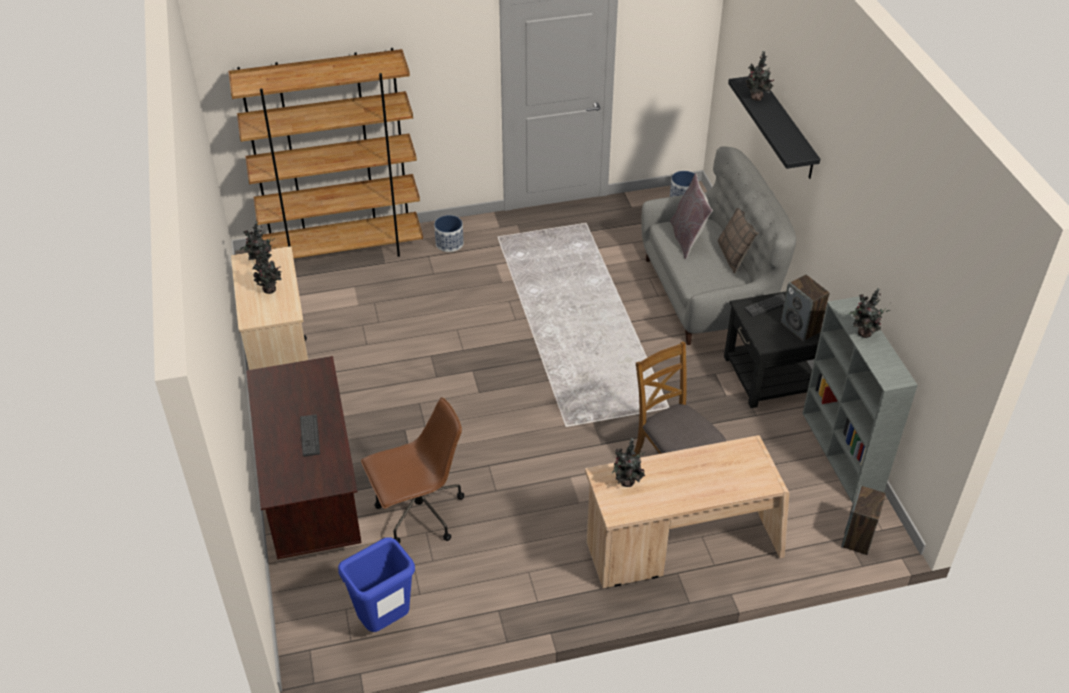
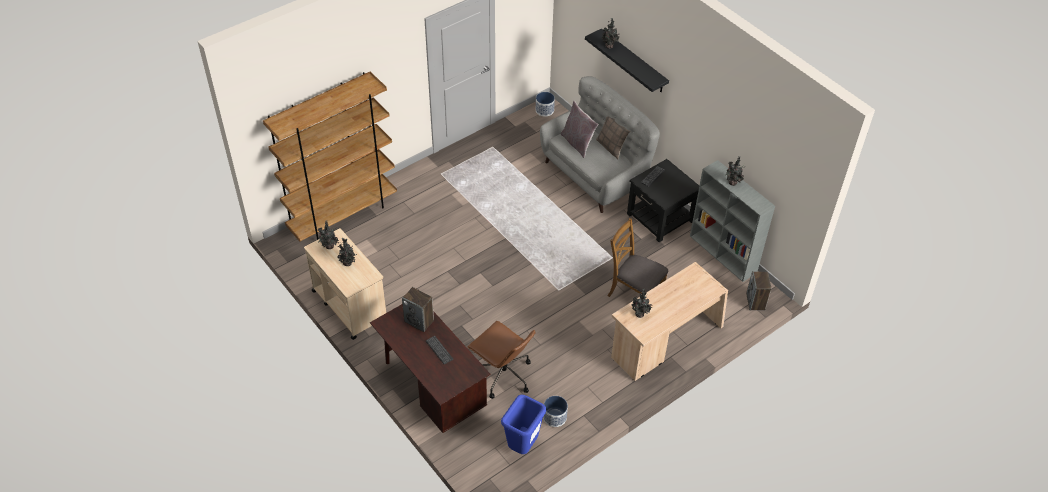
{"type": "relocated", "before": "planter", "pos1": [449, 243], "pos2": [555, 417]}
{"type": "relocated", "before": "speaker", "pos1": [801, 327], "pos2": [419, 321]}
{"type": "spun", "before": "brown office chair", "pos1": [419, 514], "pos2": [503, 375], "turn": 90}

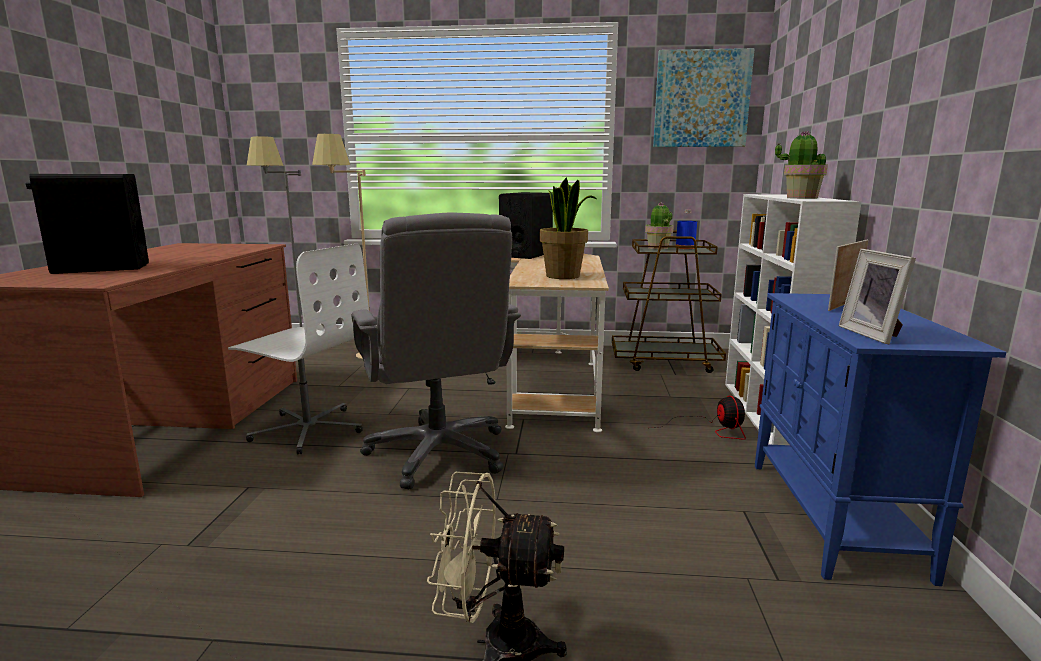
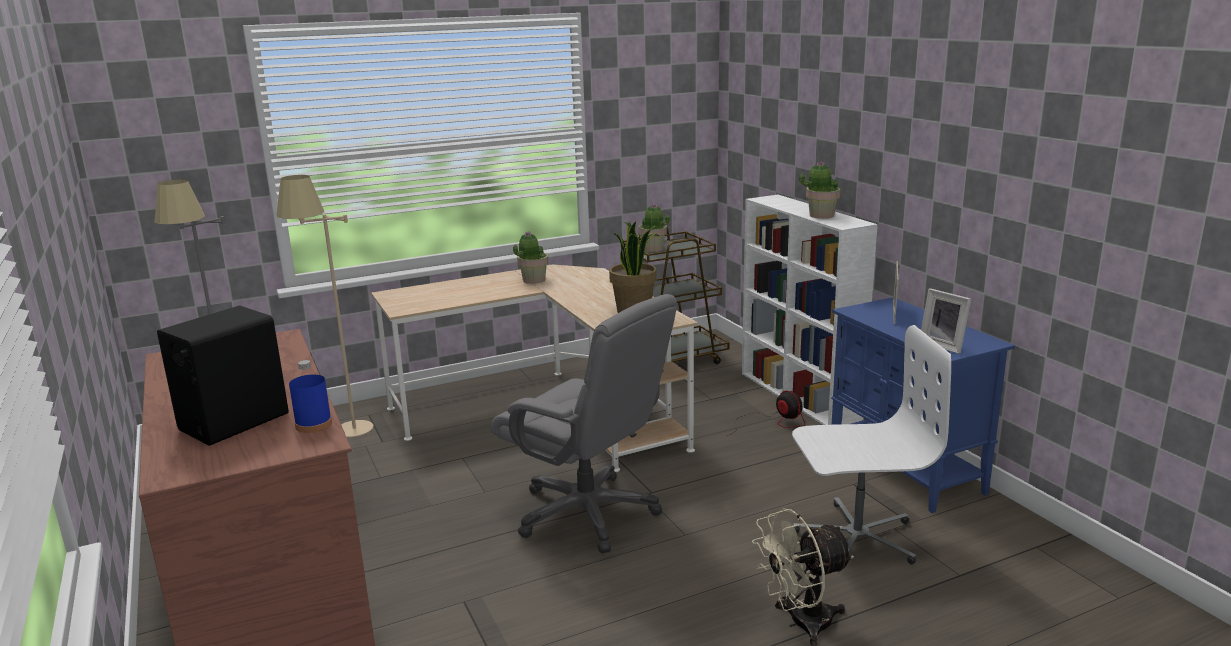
{"type": "missing", "before": "picture", "pos1": [701, 99]}
{"type": "relocated", "before": "white office chair", "pos1": [308, 429], "pos2": [856, 537]}
{"type": "relocated", "before": "blue bottle", "pos1": [685, 248], "pos2": [313, 424]}
{"type": "exchanged", "before": "black speaker", "after": "potted plant", "pos1": [526, 255], "pos2": [533, 280]}

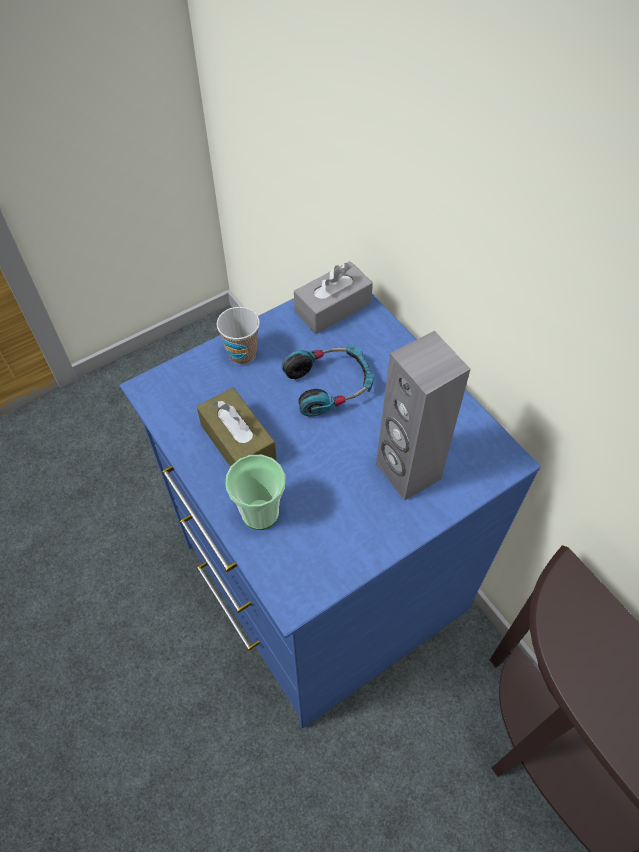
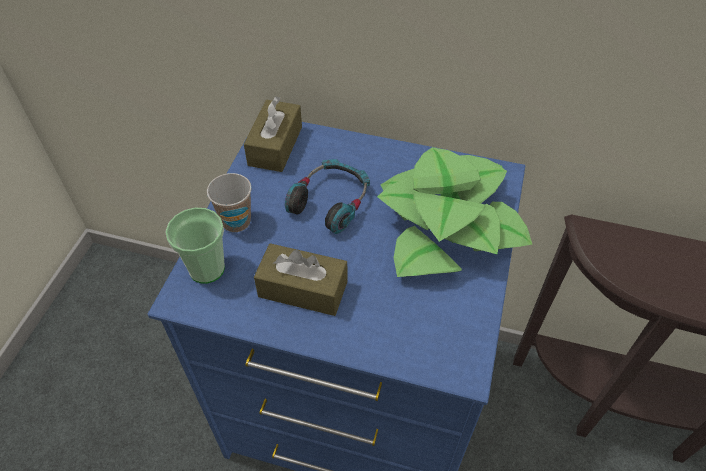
{"type": "relocated", "before": "cup", "pos1": [260, 513], "pos2": [207, 269]}
{"type": "exchanged", "before": "grey speaker", "after": "potted plant", "pos1": [407, 472], "pos2": [448, 224]}
{"type": "colour", "before": "grey tissue box", "after": "brown tissue box", "pos1": [333, 307], "pos2": [275, 146]}

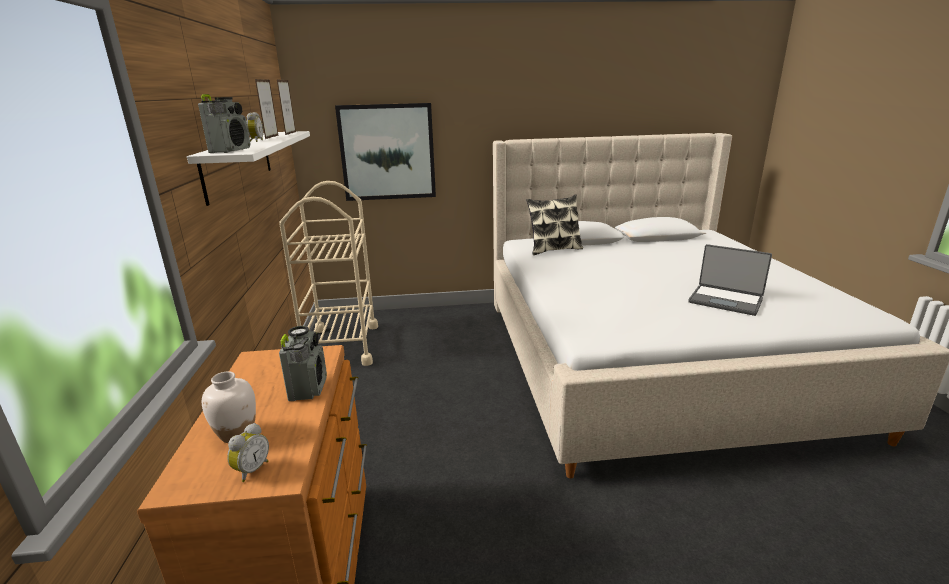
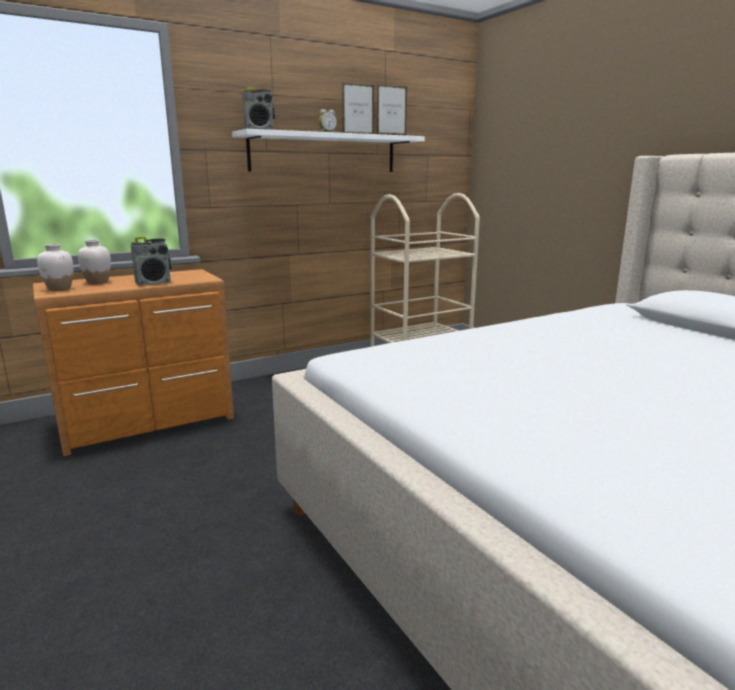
{"type": "missing", "before": "picture", "pos1": [387, 152]}
{"type": "missing", "before": "pillow", "pos1": [554, 249]}
{"type": "missing", "before": "laptop", "pos1": [725, 300]}
{"type": "exchanged", "before": "alarm clock", "after": "white vase", "pos1": [251, 470], "pos2": [60, 289]}

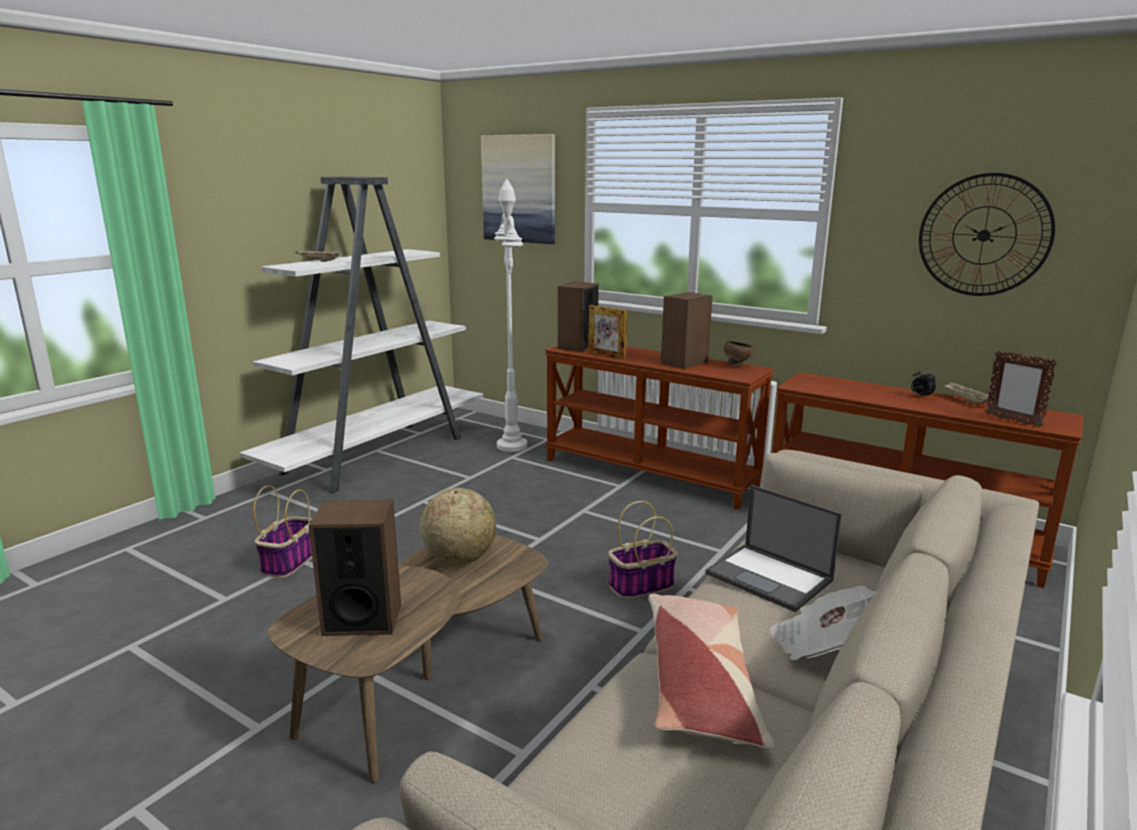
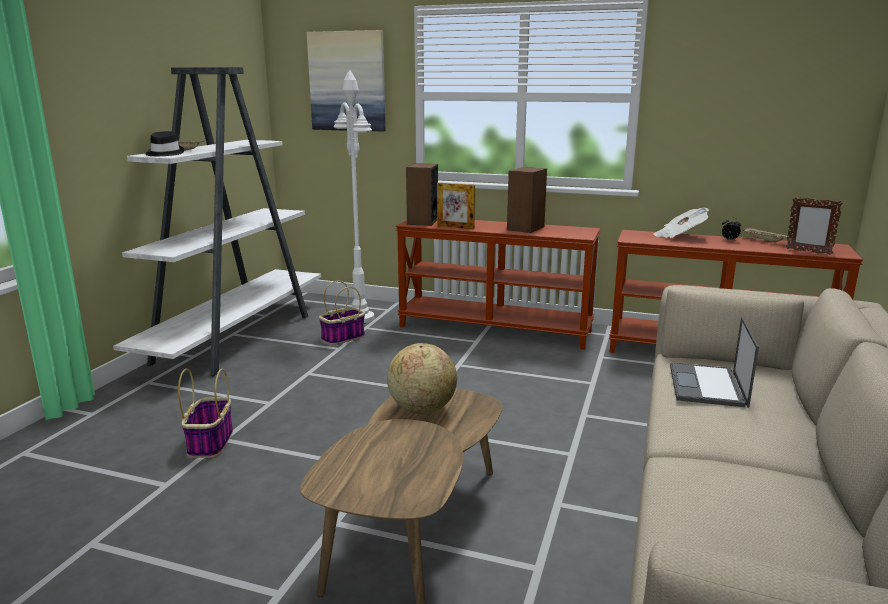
{"type": "missing", "before": "speaker", "pos1": [362, 619]}
{"type": "missing", "before": "pillow", "pos1": [700, 682]}
{"type": "missing", "before": "brown bowl", "pos1": [736, 366]}
{"type": "missing", "before": "wall clock", "pos1": [984, 235]}
{"type": "appeared", "after": "black hat", "pos2": [164, 154]}
{"type": "relocated", "before": "basket", "pos1": [641, 586], "pos2": [343, 338]}
{"type": "relocated", "before": "newspaper", "pos1": [823, 646], "pos2": [679, 236]}
{"type": "spun", "before": "laptop", "pos1": [770, 577], "pos2": [707, 386], "turn": 75}

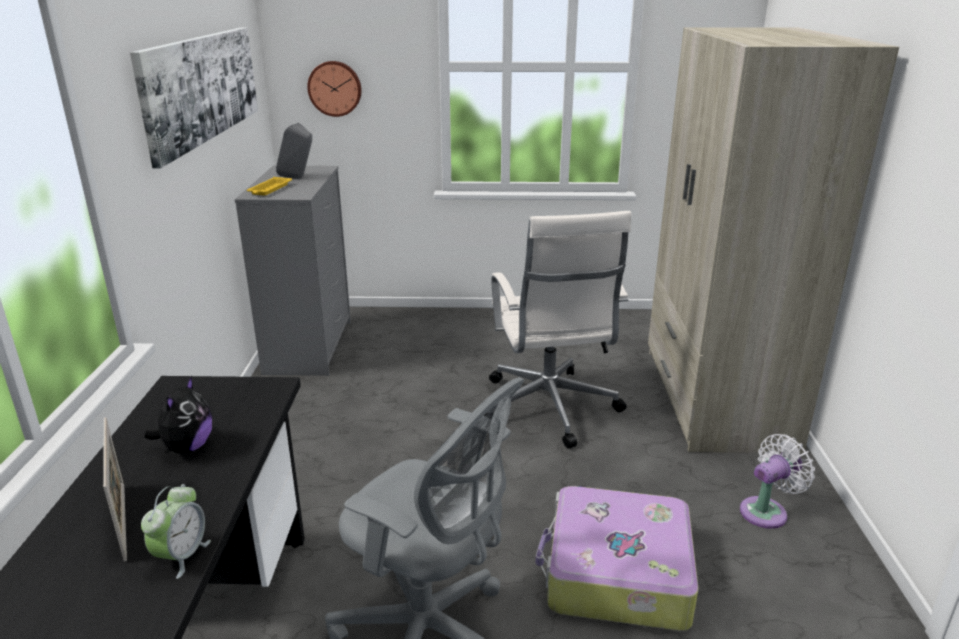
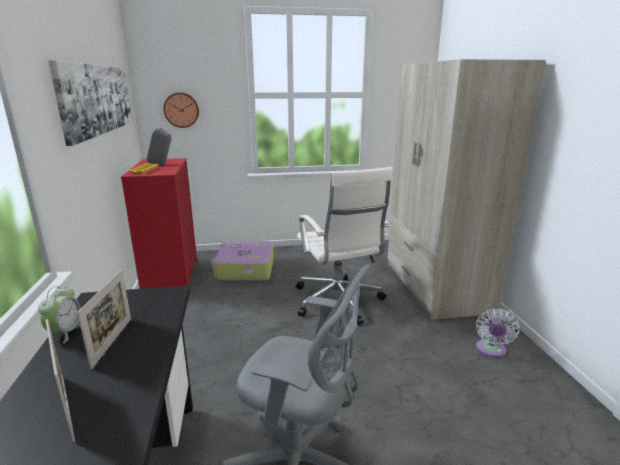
{"type": "relocated", "before": "alarm clock", "pos1": [181, 556], "pos2": [66, 332]}
{"type": "relocated", "before": "suitcase", "pos1": [616, 573], "pos2": [244, 269]}
{"type": "exchanged", "before": "plush toy", "after": "picture frame", "pos1": [187, 447], "pos2": [112, 341]}
{"type": "colour", "before": "grey dresser", "after": "red dresser", "pos1": [309, 346], "pos2": [171, 277]}
{"type": "spun", "before": "white fan", "pos1": [767, 511], "pos2": [491, 350], "turn": 150}

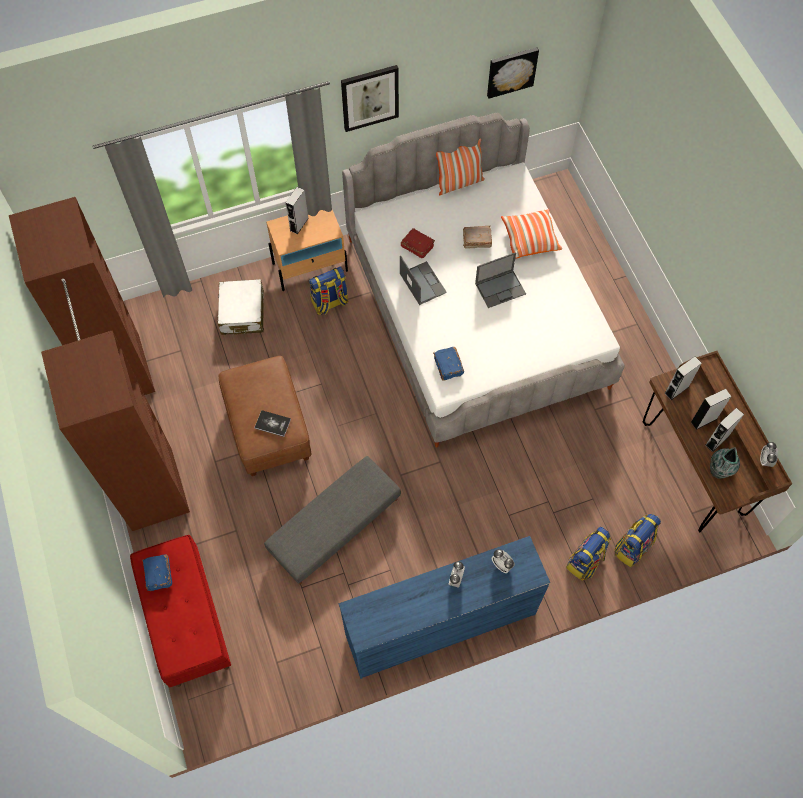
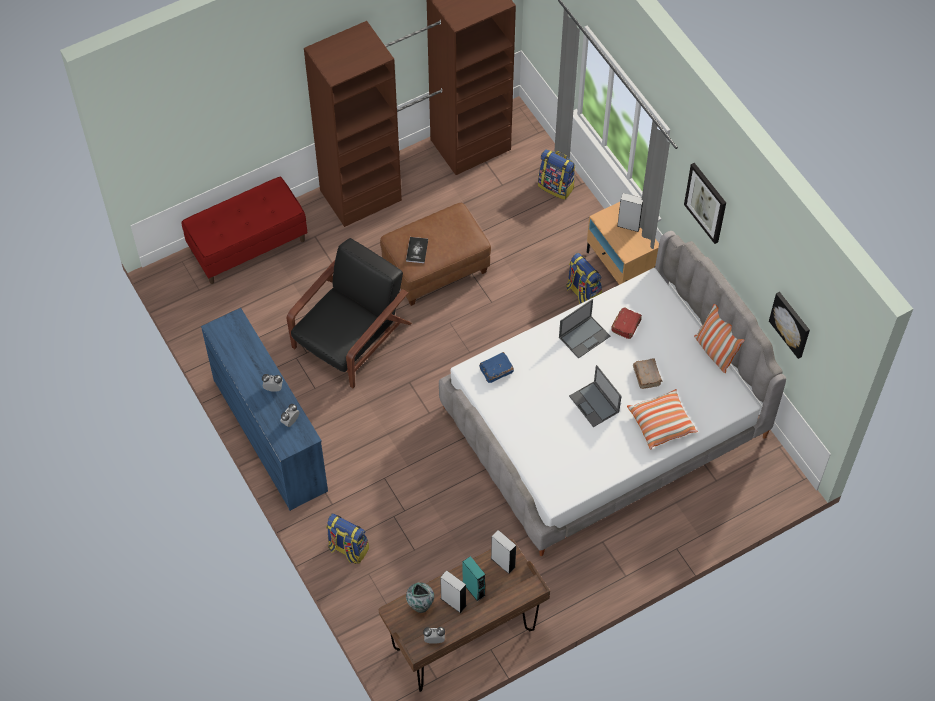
{"type": "missing", "before": "blue book", "pos1": [158, 575]}
{"type": "missing", "before": "white suitcase", "pos1": [242, 313]}
{"type": "relocated", "before": "backpack", "pos1": [632, 547], "pos2": [556, 186]}
{"type": "exchanged", "before": "grey ottoman", "after": "black armchair", "pos1": [334, 525], "pos2": [350, 337]}
{"type": "colour", "before": "grey speaker", "after": "turquoise speaker", "pos1": [704, 420], "pos2": [473, 589]}

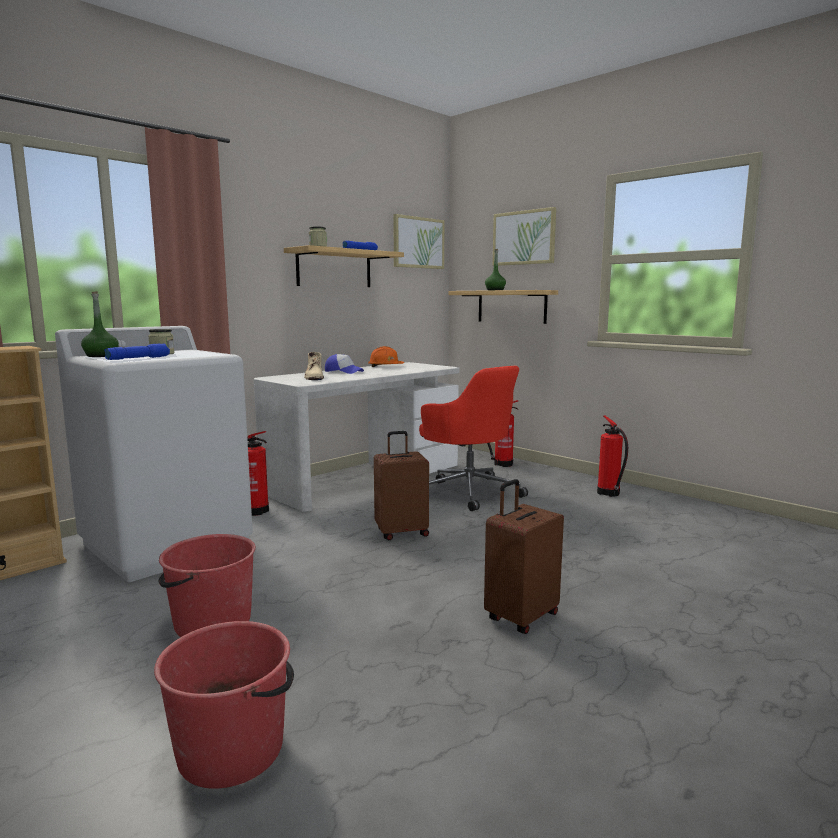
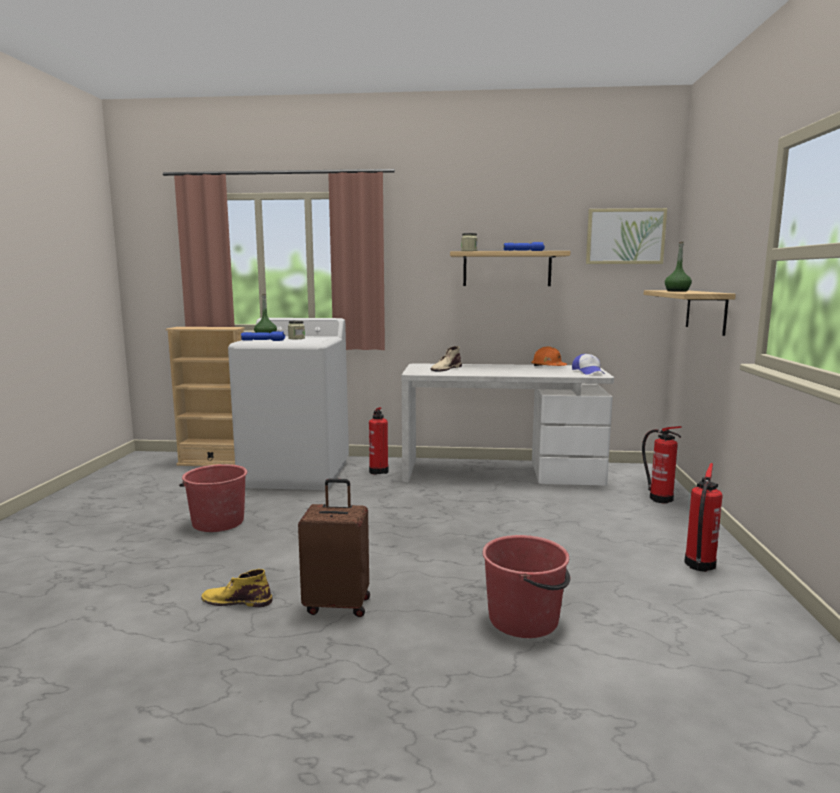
{"type": "missing", "before": "brown suitcase", "pos1": [401, 532]}
{"type": "missing", "before": "red office chair", "pos1": [469, 492]}
{"type": "missing", "before": "picture", "pos1": [524, 238]}
{"type": "appeared", "after": "yellow boot", "pos2": [236, 600]}
{"type": "relocated", "before": "red bucket", "pos1": [232, 749], "pos2": [524, 619]}
{"type": "relocated", "before": "cap", "pos1": [343, 372], "pos2": [588, 372]}

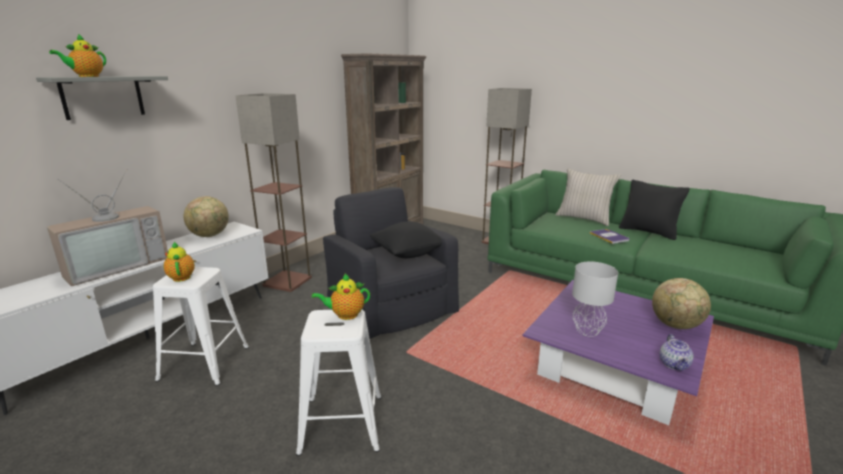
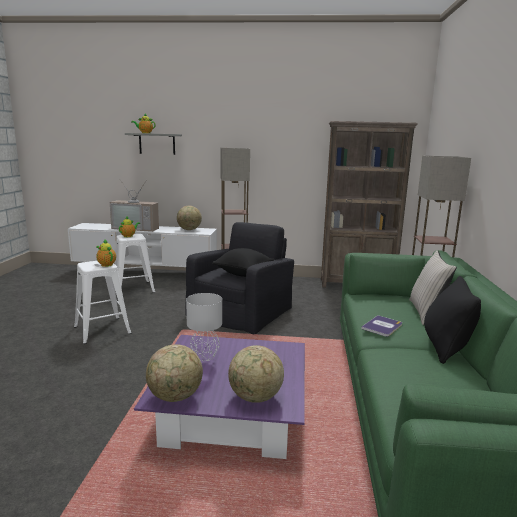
{"type": "exchanged", "before": "teapot", "after": "globe", "pos1": [674, 364], "pos2": [175, 397]}

